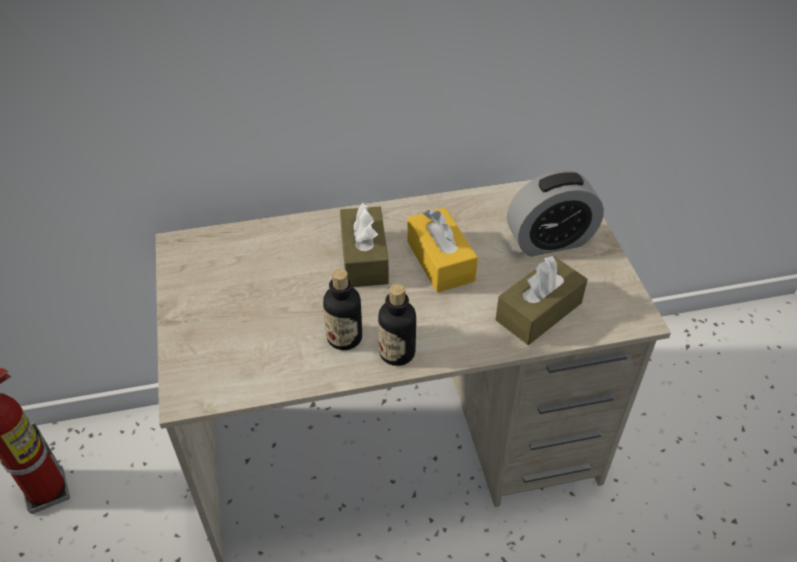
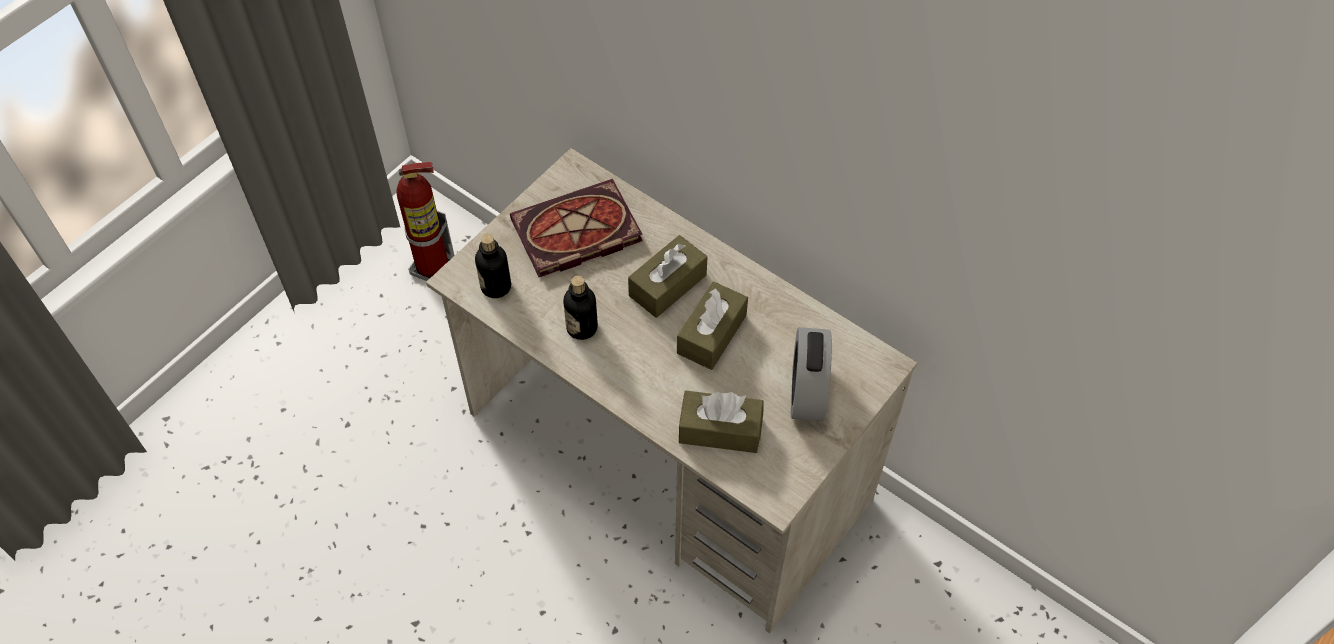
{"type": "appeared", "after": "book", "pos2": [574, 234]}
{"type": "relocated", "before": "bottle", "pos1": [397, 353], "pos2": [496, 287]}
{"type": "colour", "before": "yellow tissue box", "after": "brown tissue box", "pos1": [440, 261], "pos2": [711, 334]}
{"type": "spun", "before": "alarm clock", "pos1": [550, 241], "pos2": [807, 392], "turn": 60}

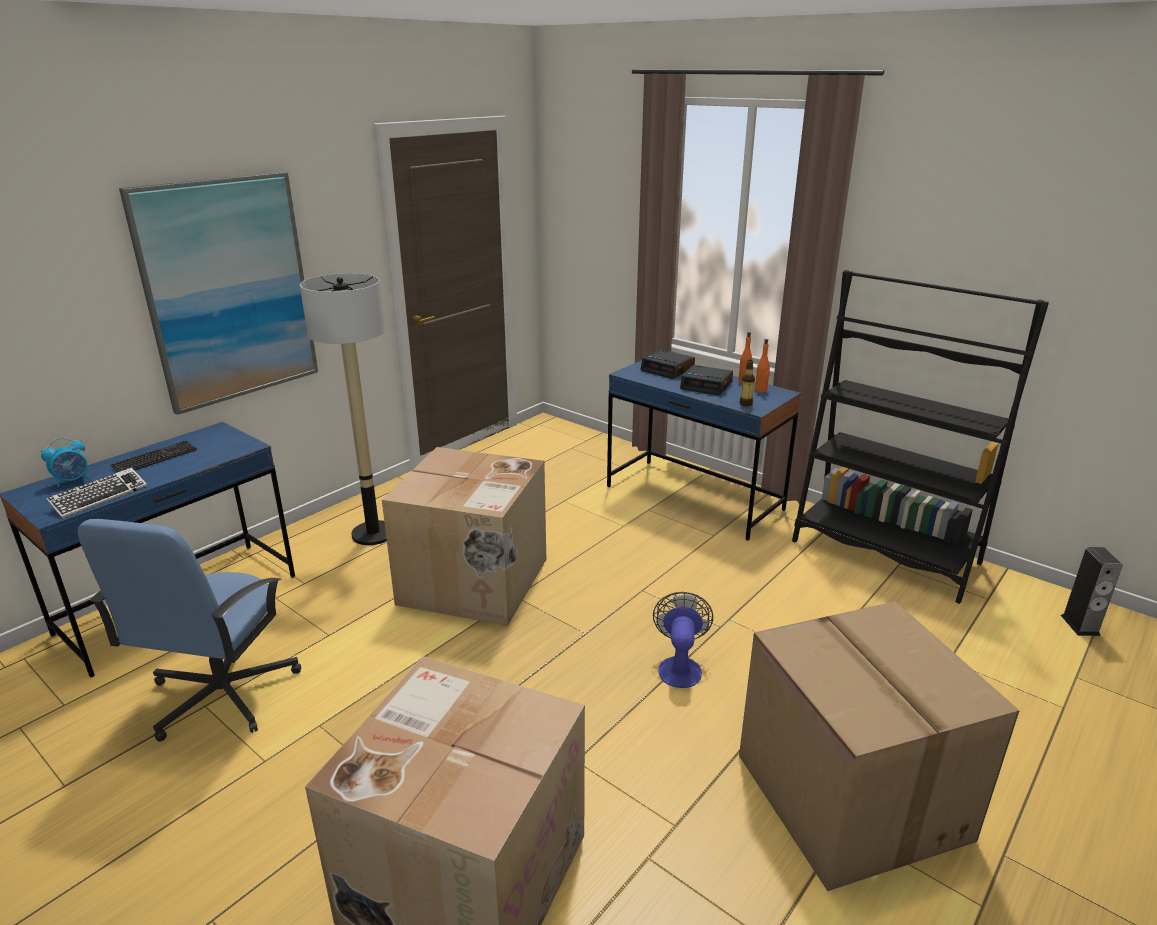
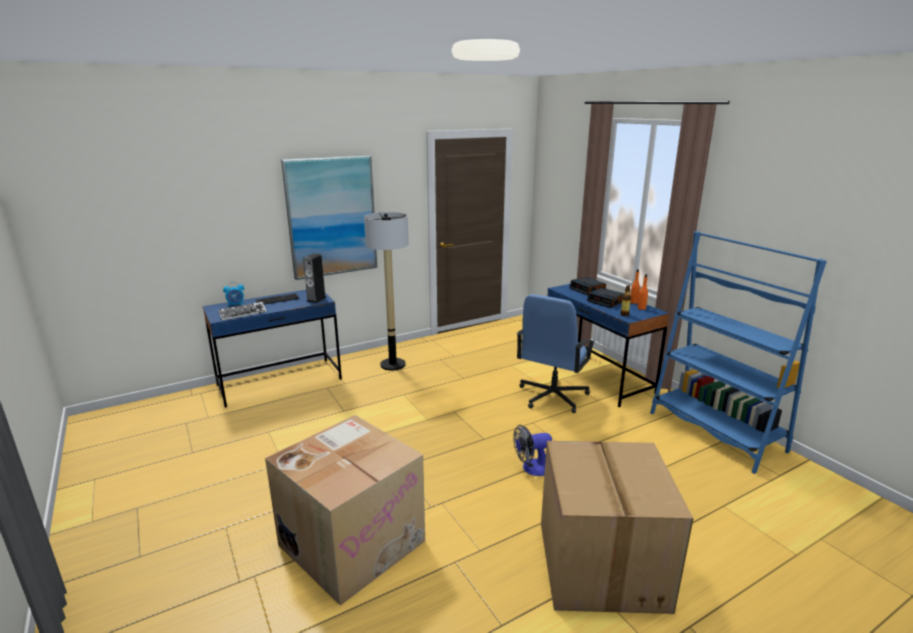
{"type": "missing", "before": "cardboard box", "pos1": [475, 582]}
{"type": "relocated", "before": "blue office chair", "pos1": [221, 694], "pos2": [552, 396]}
{"type": "relocated", "before": "speaker", "pos1": [1080, 625], "pos2": [316, 299]}
{"type": "colour", "before": "black bookcase", "after": "blue bookcase", "pos1": [885, 552], "pos2": [715, 432]}
{"type": "spun", "before": "fan", "pos1": [679, 666], "pos2": [531, 468], "turn": -135}

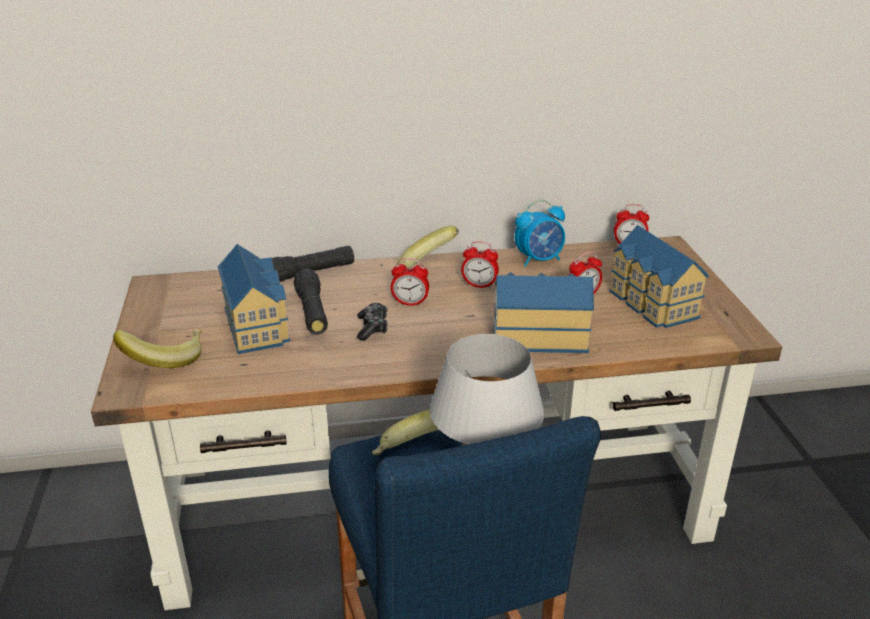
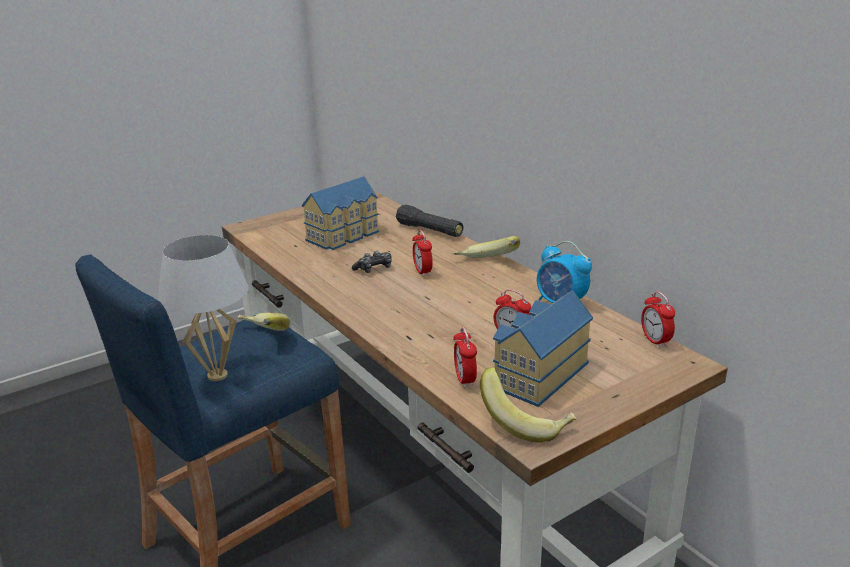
{"type": "missing", "before": "black flashlight", "pos1": [312, 312]}
{"type": "missing", "before": "toy house", "pos1": [538, 336]}
{"type": "relocated", "before": "banana", "pos1": [166, 359], "pos2": [526, 423]}
{"type": "relocated", "before": "alarm clock", "pos1": [479, 285], "pos2": [465, 380]}

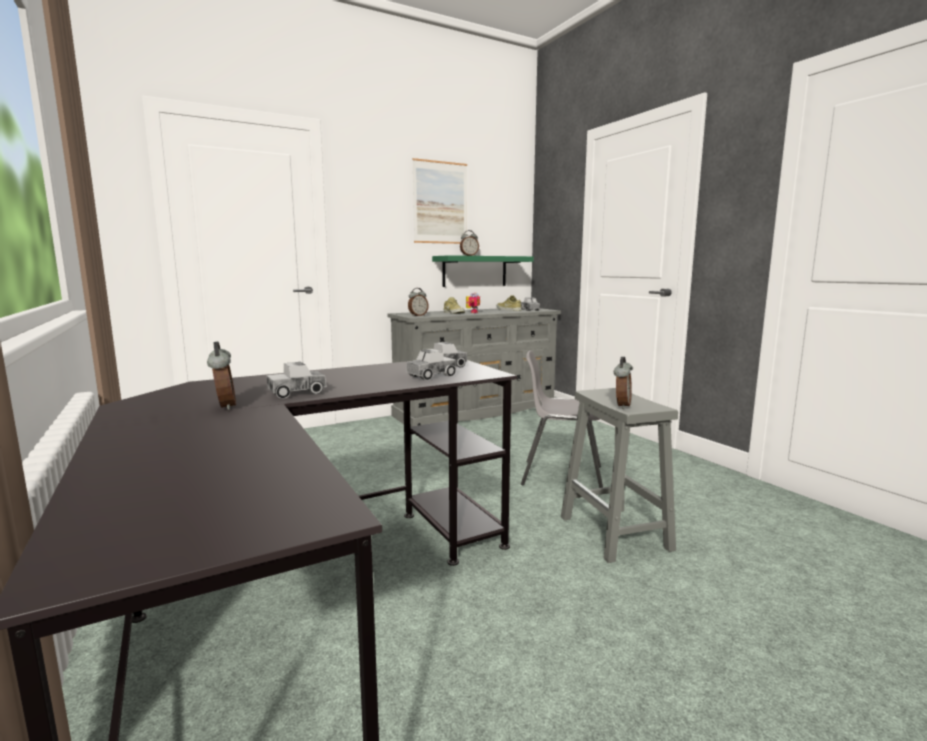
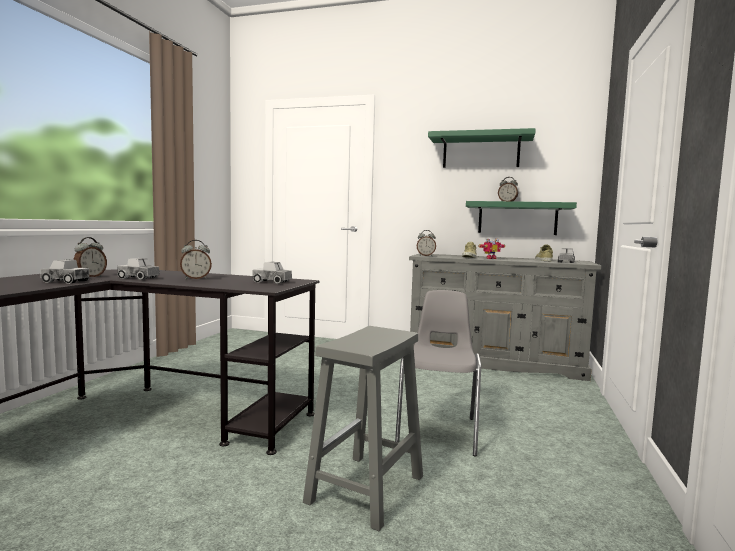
{"type": "relocated", "before": "toy truck", "pos1": [431, 376], "pos2": [65, 281]}
{"type": "relocated", "before": "alarm clock", "pos1": [621, 405], "pos2": [196, 279]}
{"type": "exchanged", "before": "picture", "after": "green shelf", "pos1": [440, 202], "pos2": [481, 152]}
{"type": "spun", "before": "grey chair", "pos1": [561, 476], "pos2": [438, 431], "turn": 45}

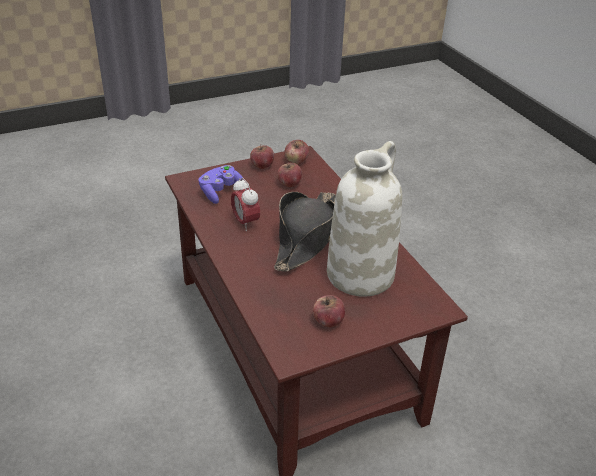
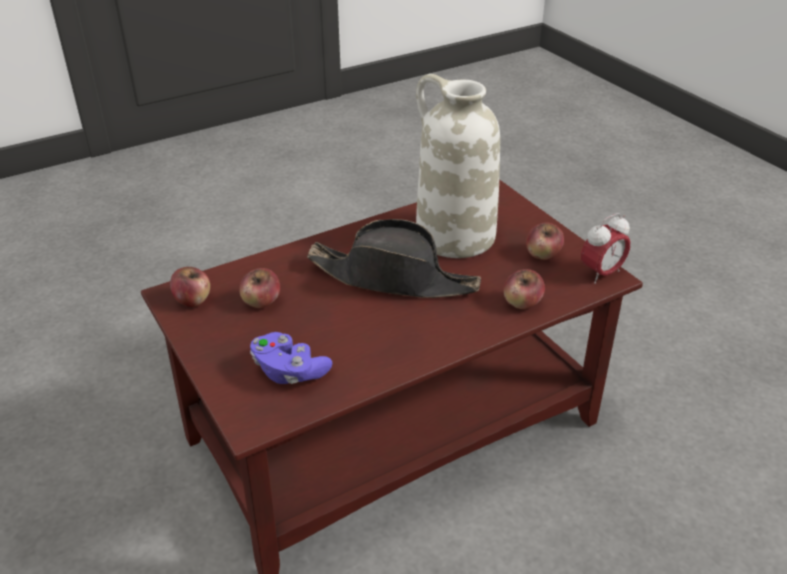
{"type": "relocated", "before": "alarm clock", "pos1": [245, 223], "pos2": [601, 273]}
{"type": "relocated", "before": "apple", "pos1": [262, 166], "pos2": [522, 303]}

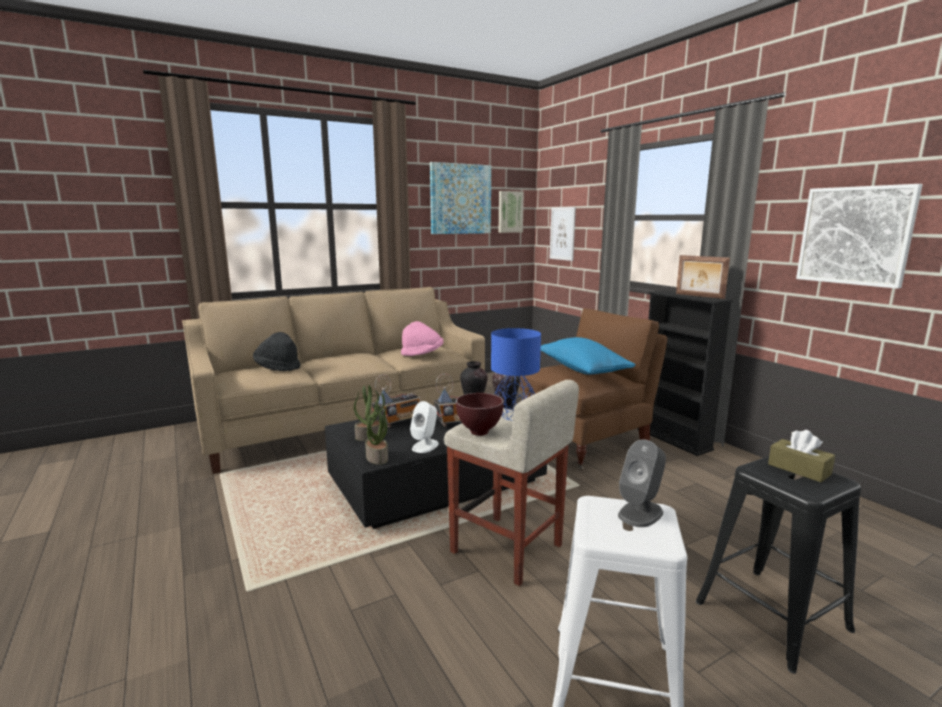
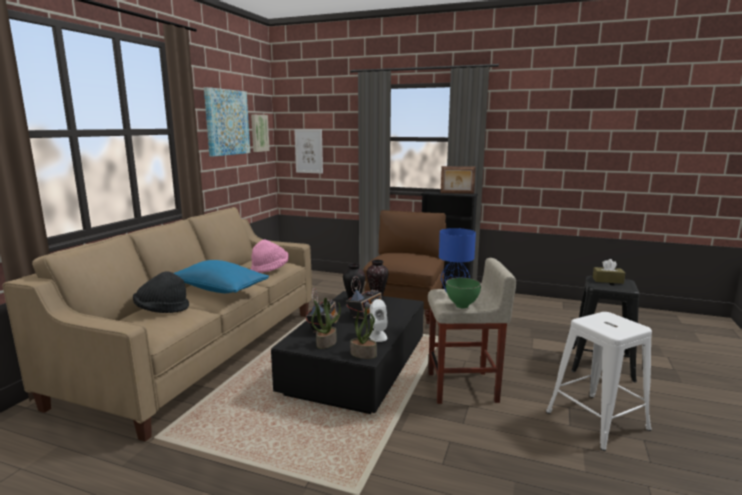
{"type": "missing", "before": "grey speaker", "pos1": [640, 513]}
{"type": "missing", "before": "picture", "pos1": [855, 235]}
{"type": "relocated", "before": "blue pillow", "pos1": [582, 370], "pos2": [219, 289]}
{"type": "colour", "before": "brown bowl", "after": "green bowl", "pos1": [480, 433], "pos2": [463, 306]}

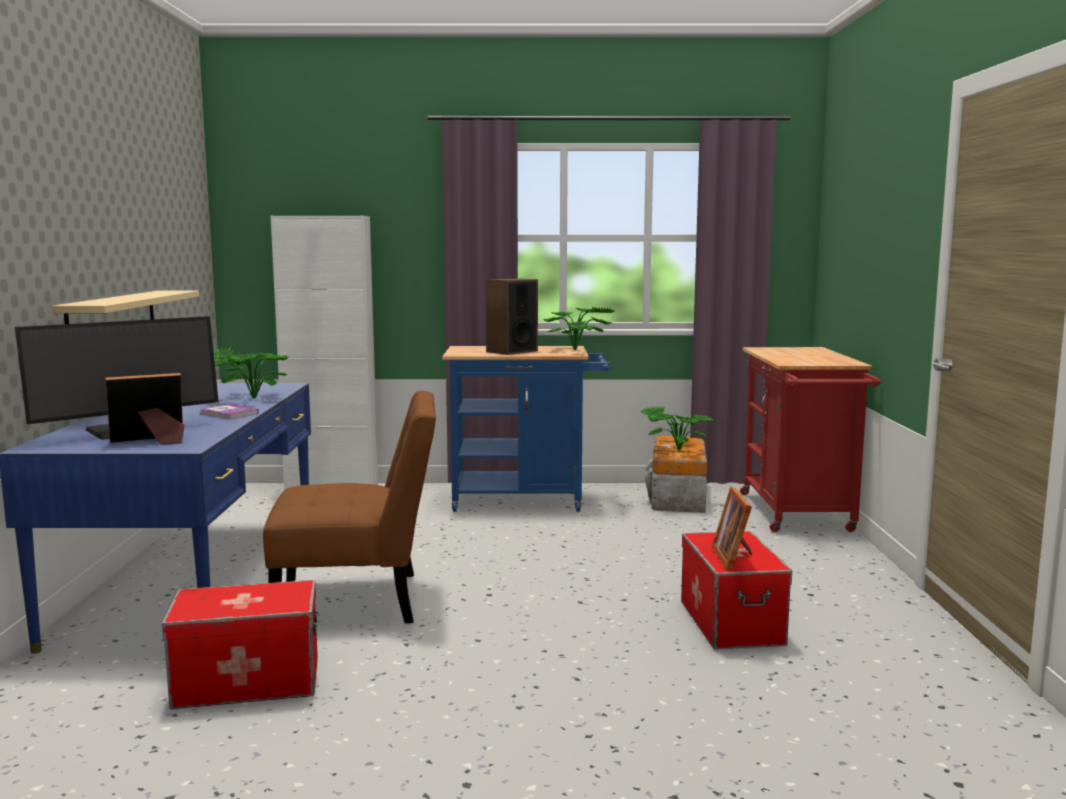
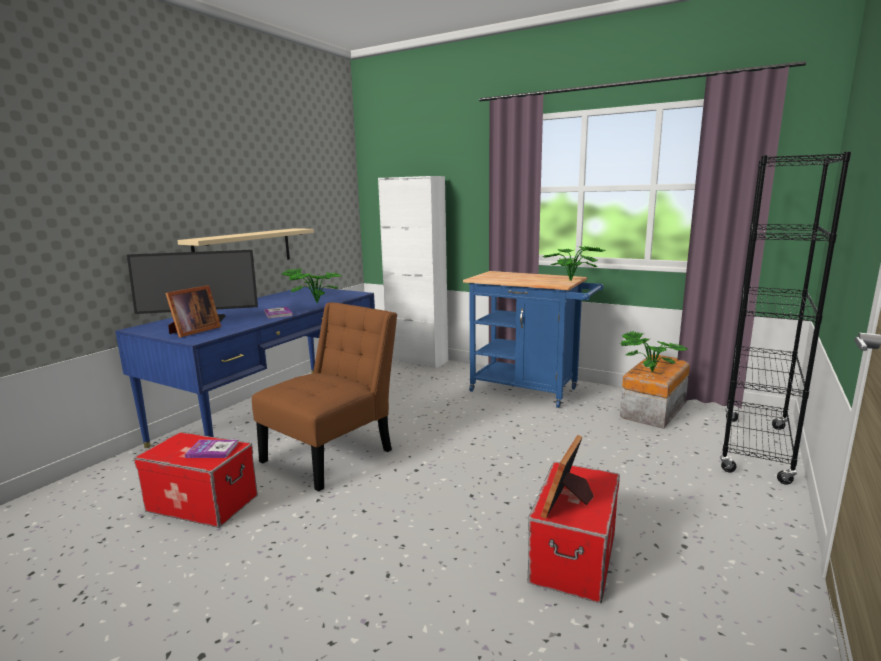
{"type": "missing", "before": "speaker", "pos1": [511, 351]}
{"type": "appeared", "after": "book", "pos2": [212, 450]}
{"type": "exchanged", "before": "red cart", "after": "black bookcase", "pos1": [798, 515], "pos2": [755, 449]}
{"type": "spun", "before": "picture frame", "pos1": [151, 441], "pos2": [193, 331], "turn": 120}
{"type": "spun", "before": "brown chair", "pos1": [358, 600], "pos2": [333, 453], "turn": -75}

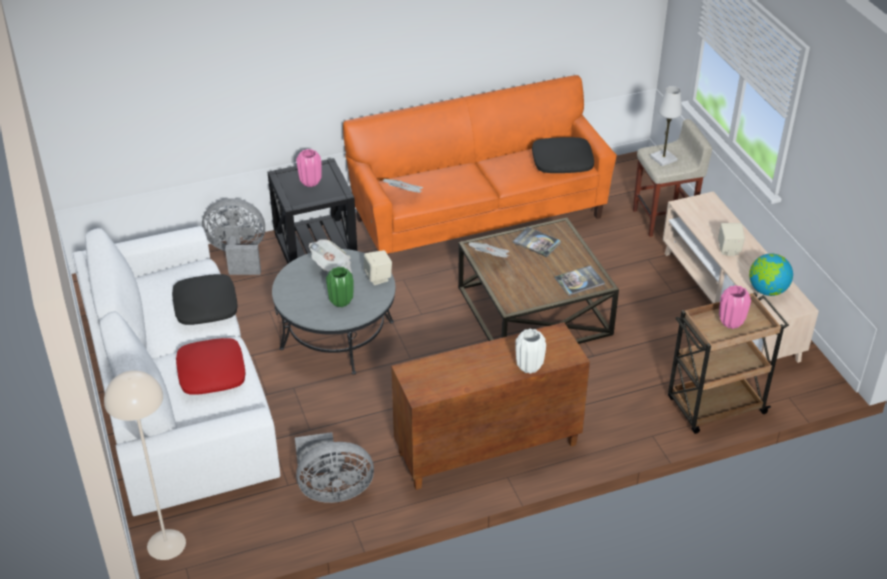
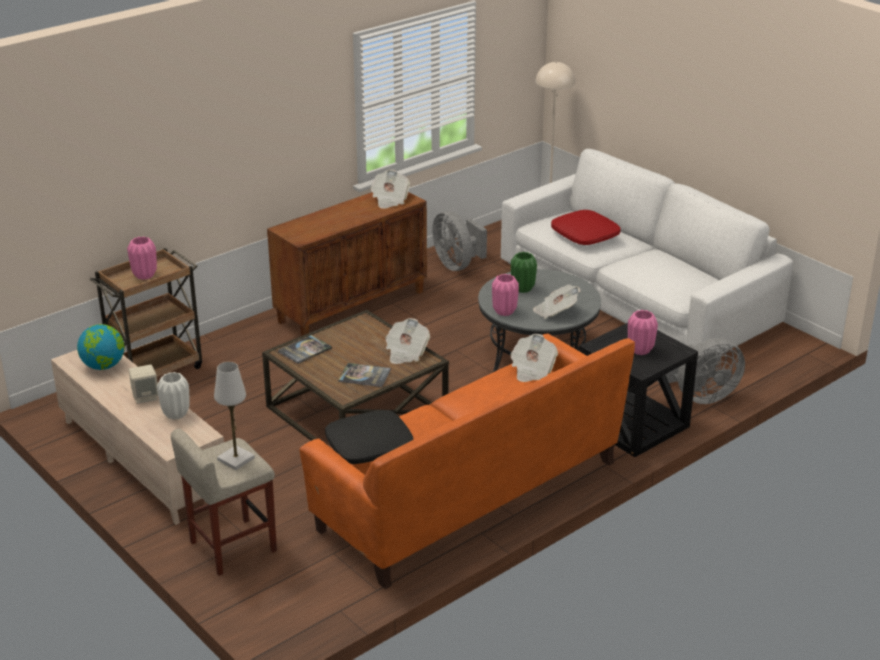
{"type": "missing", "before": "black pillow", "pos1": [205, 306]}
{"type": "appeared", "after": "newspaper", "pos2": [389, 200]}
{"type": "relocated", "before": "white vase", "pos1": [529, 367], "pos2": [176, 414]}
{"type": "exchanged", "before": "beige speaker", "after": "pink vase", "pos1": [378, 278], "pos2": [504, 312]}
{"type": "spun", "before": "grey fan", "pos1": [333, 490], "pos2": [457, 265], "turn": -90}

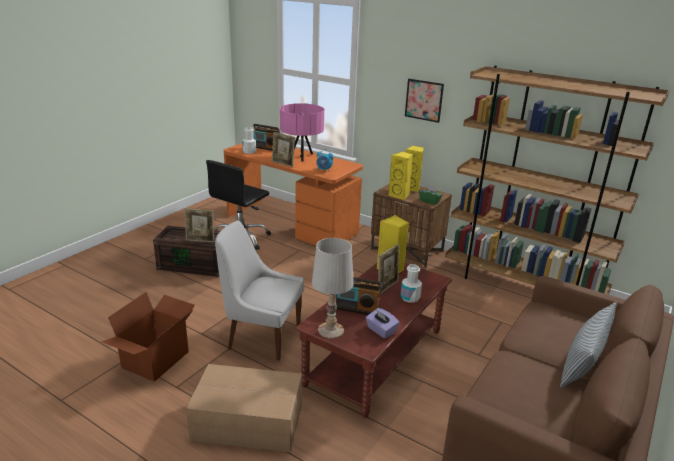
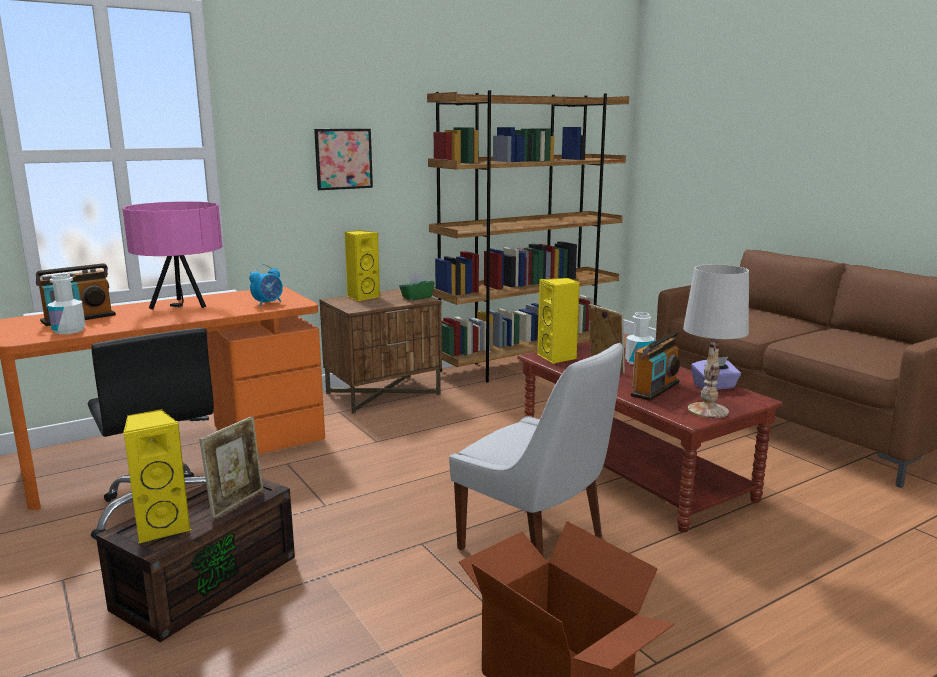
{"type": "missing", "before": "cardboard box", "pos1": [246, 421]}
{"type": "missing", "before": "picture frame", "pos1": [283, 164]}
{"type": "missing", "before": "pillow", "pos1": [583, 362]}
{"type": "relocated", "before": "yellow speaker", "pos1": [400, 195], "pos2": [162, 527]}
{"type": "spun", "before": "white chair", "pos1": [262, 336], "pos2": [536, 544], "turn": -90}

